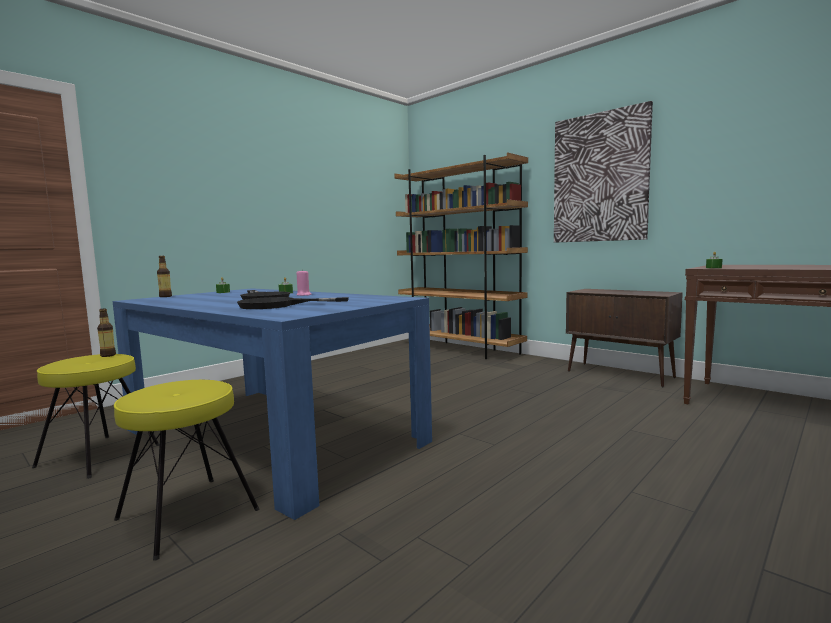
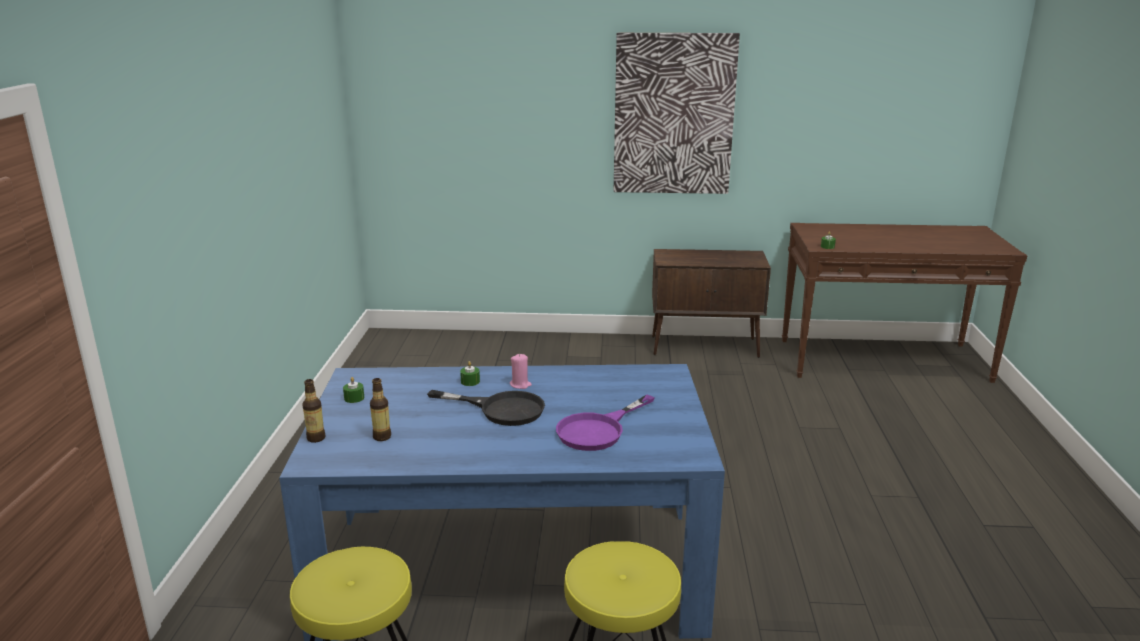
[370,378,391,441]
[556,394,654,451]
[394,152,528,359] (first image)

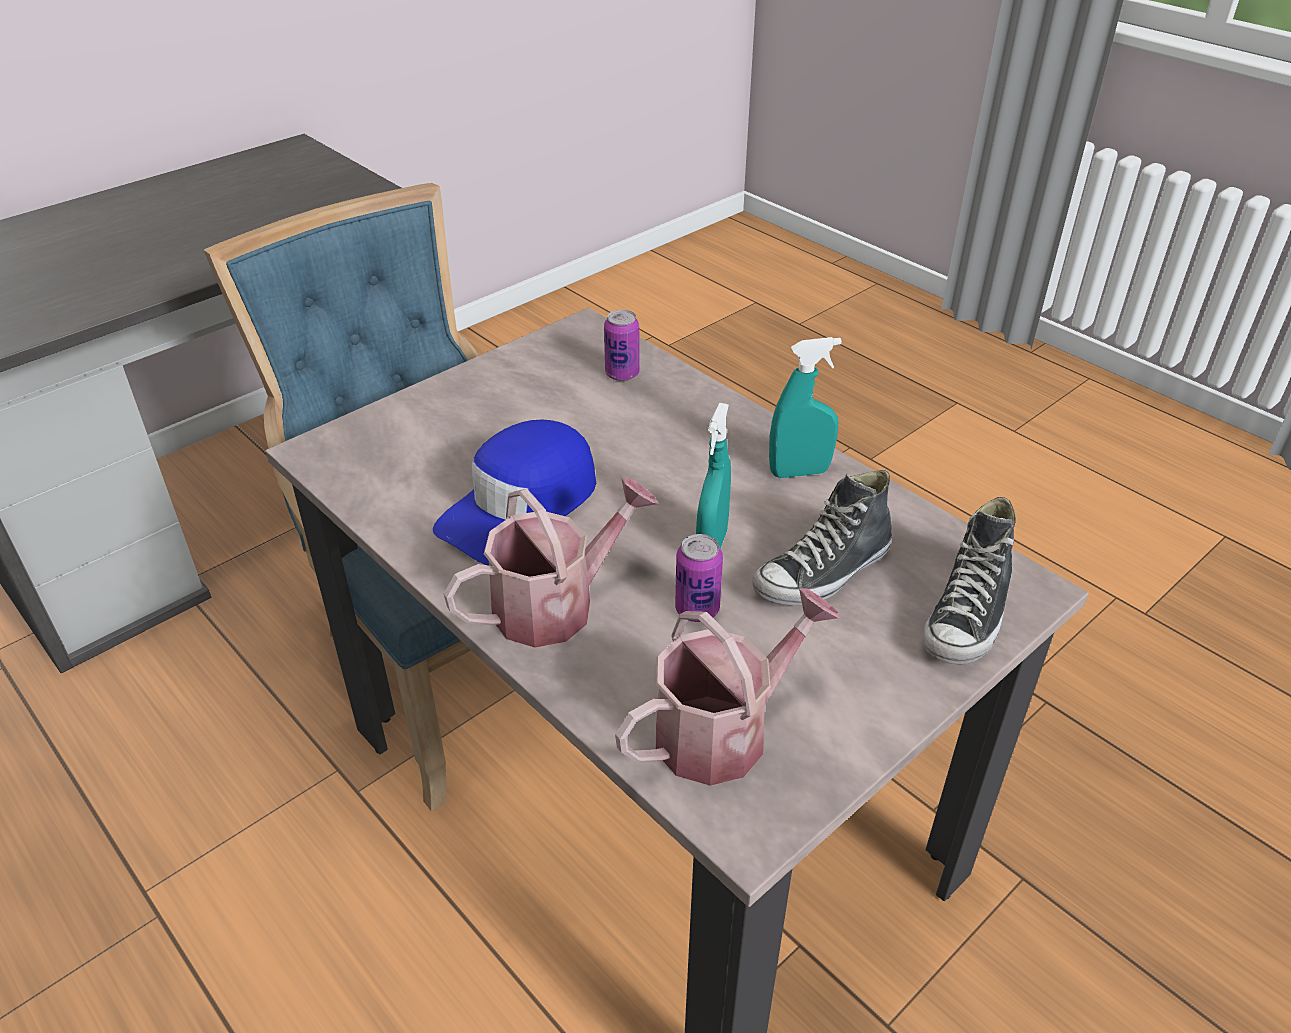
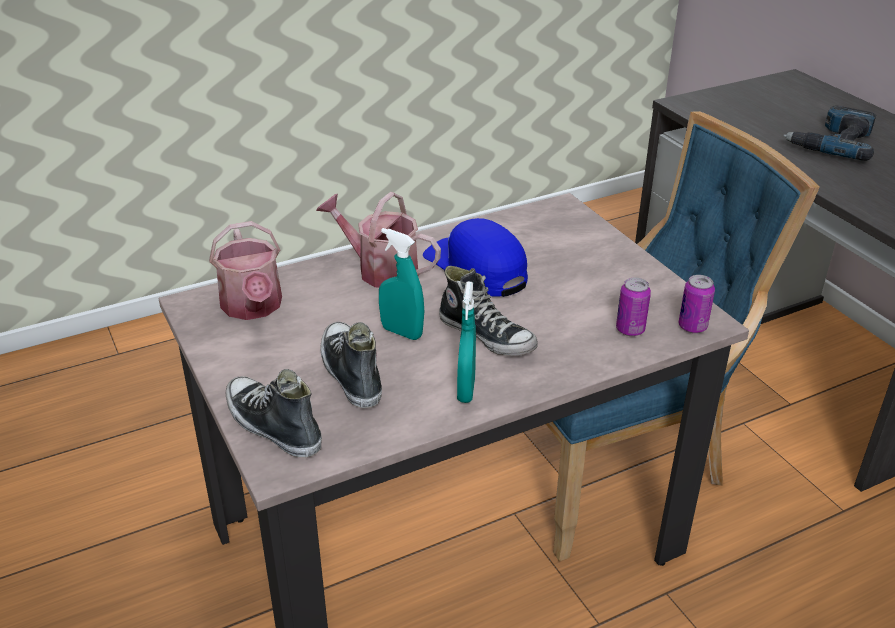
[316,192,441,288]
[678,275,715,333]
[439,266,538,356]
[783,105,876,161]

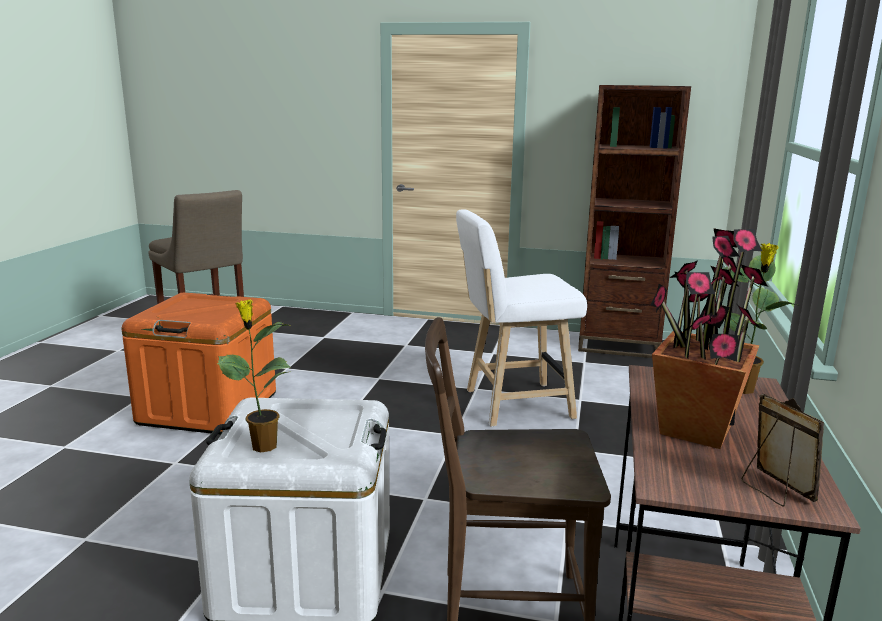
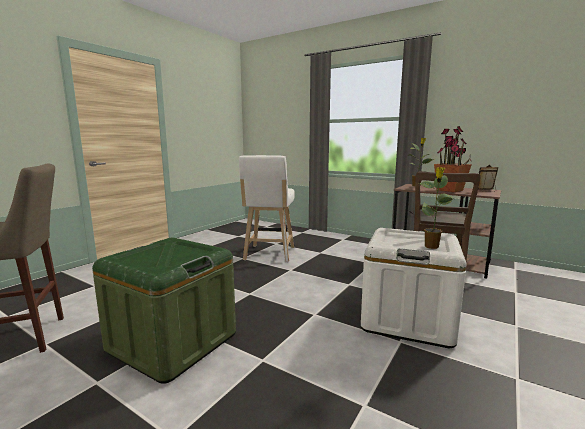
[92,237,236,384]
[578,85,691,358] (first image)

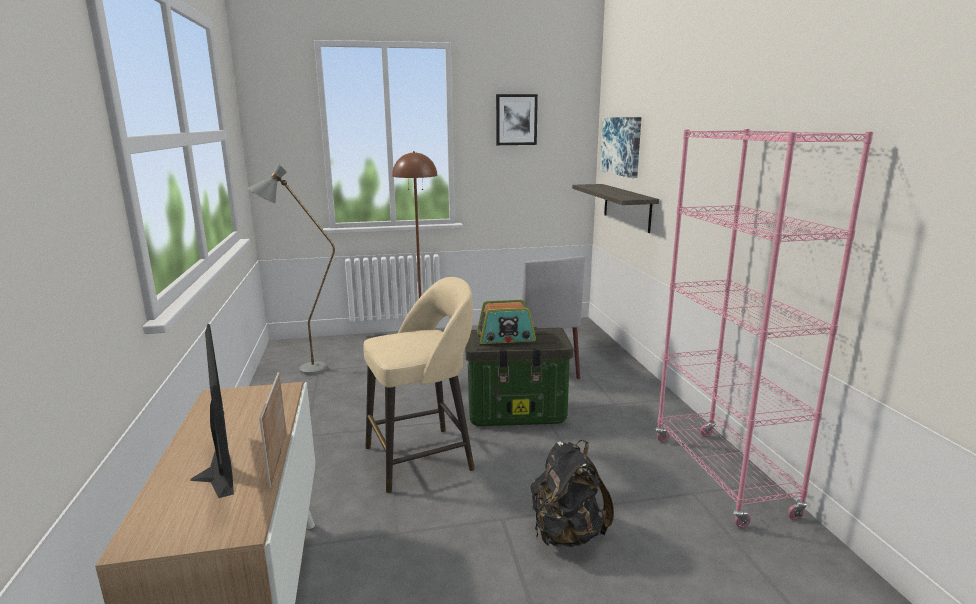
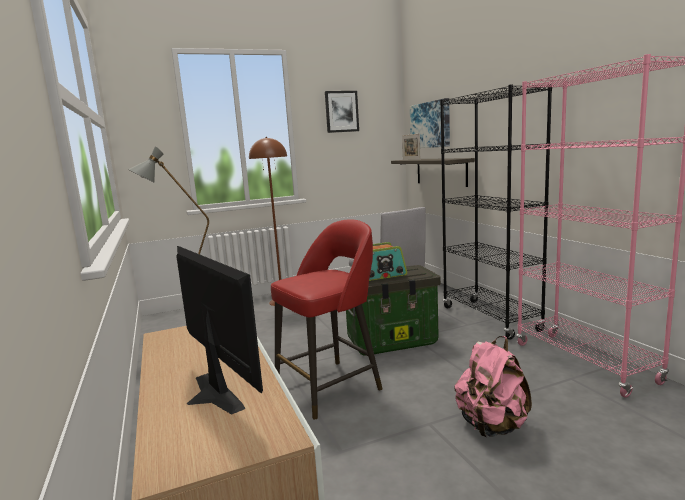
[402,134,420,160]
[271,219,383,420]
[454,336,532,437]
[440,84,552,340]

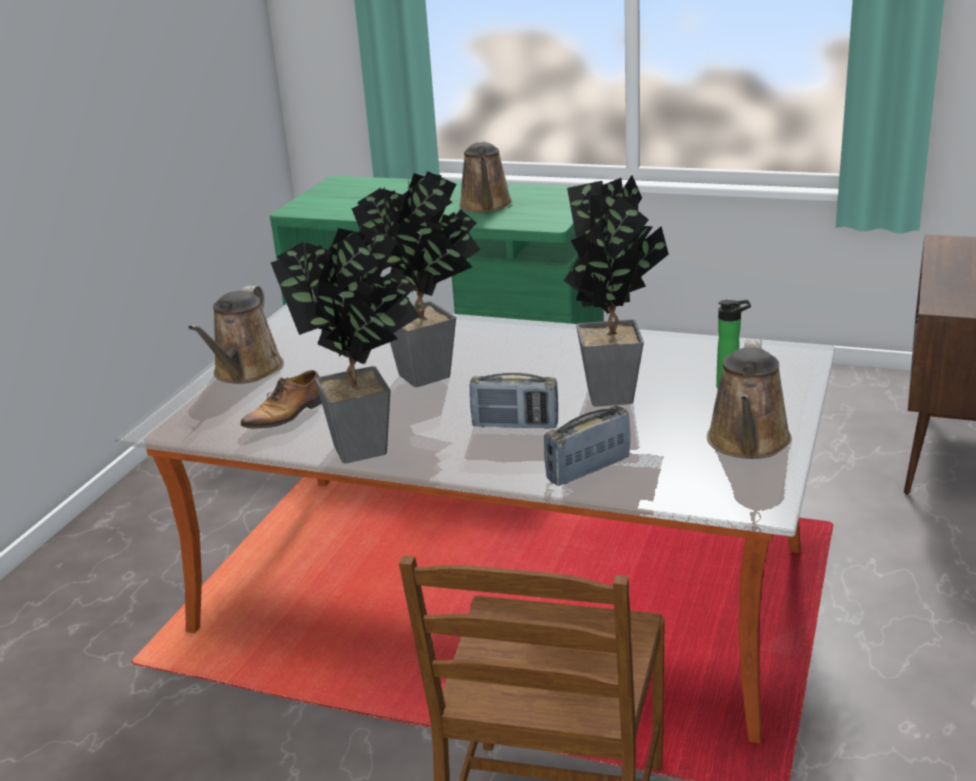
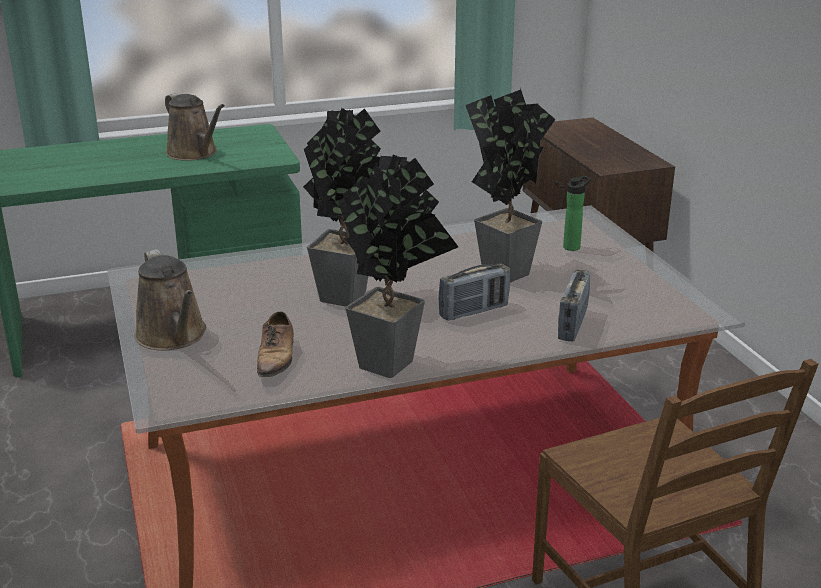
[707,340,792,459] (first image)

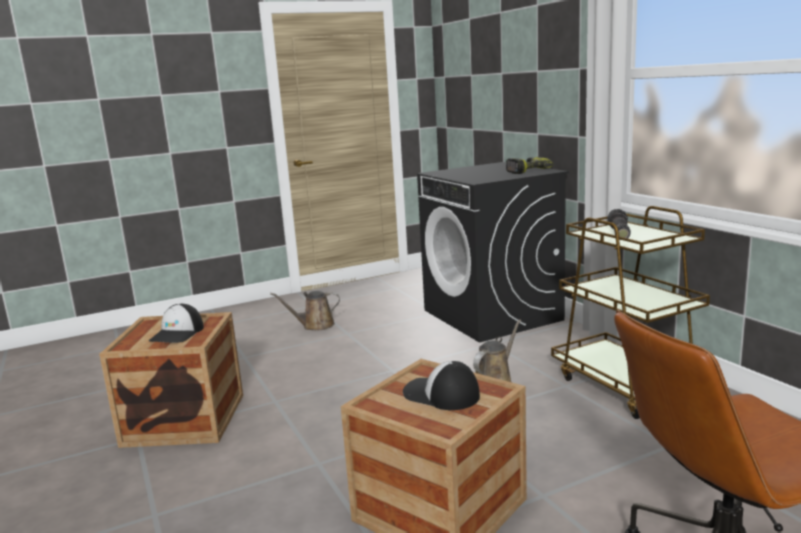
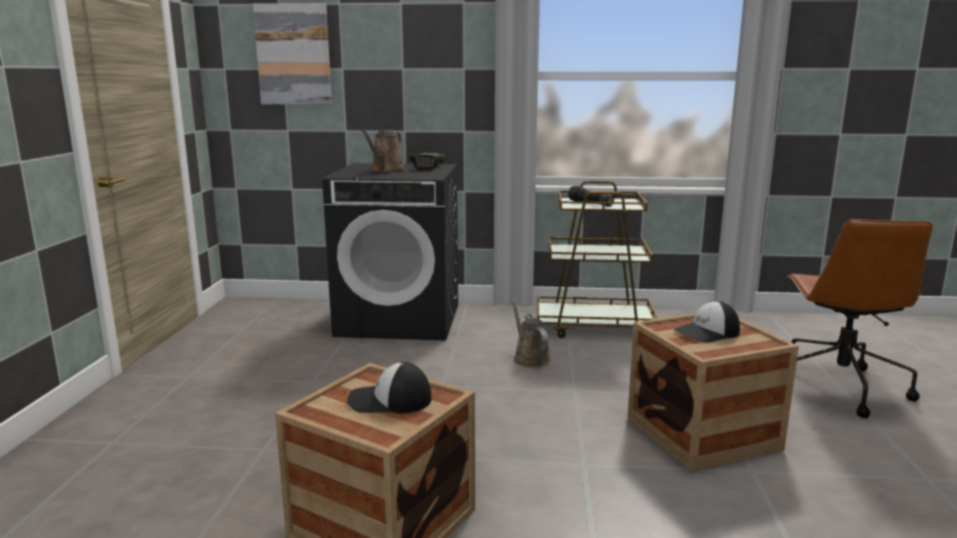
[347,362,431,414]
[361,129,406,172]
[253,3,332,105]

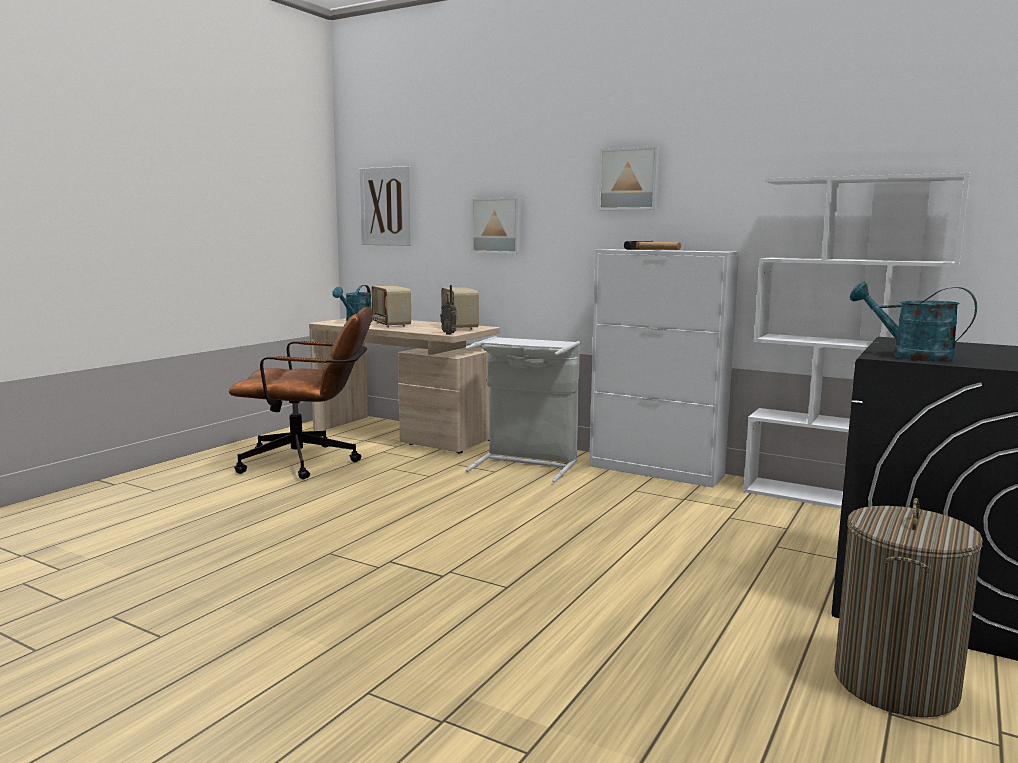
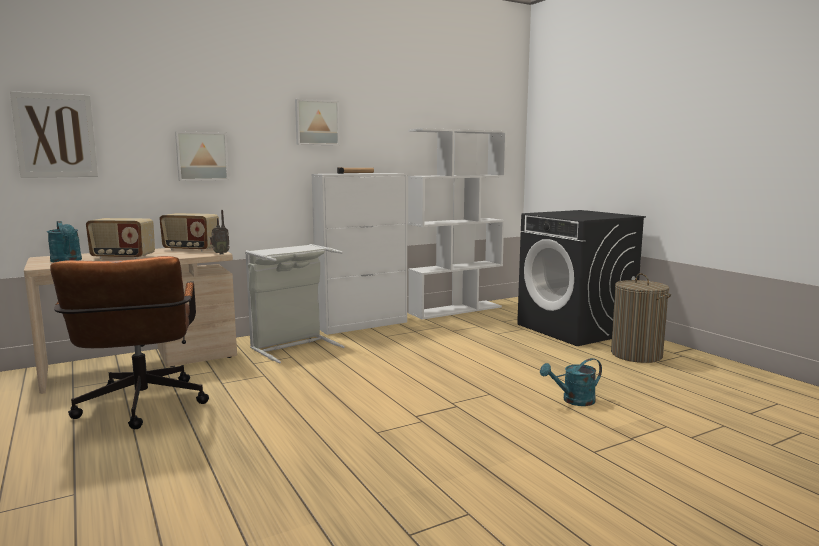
[50,256,209,429]
[540,358,602,406]

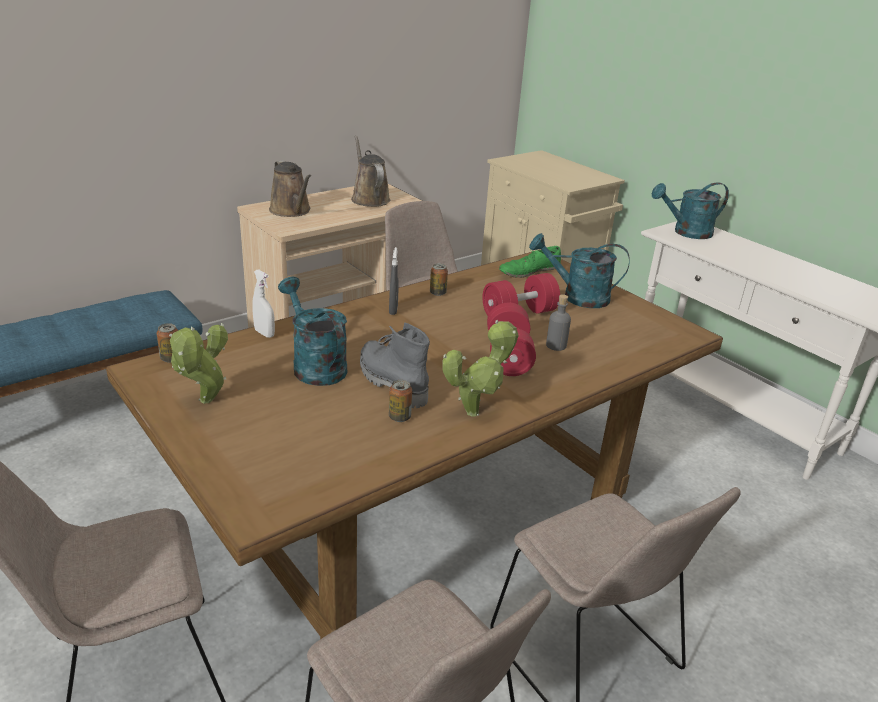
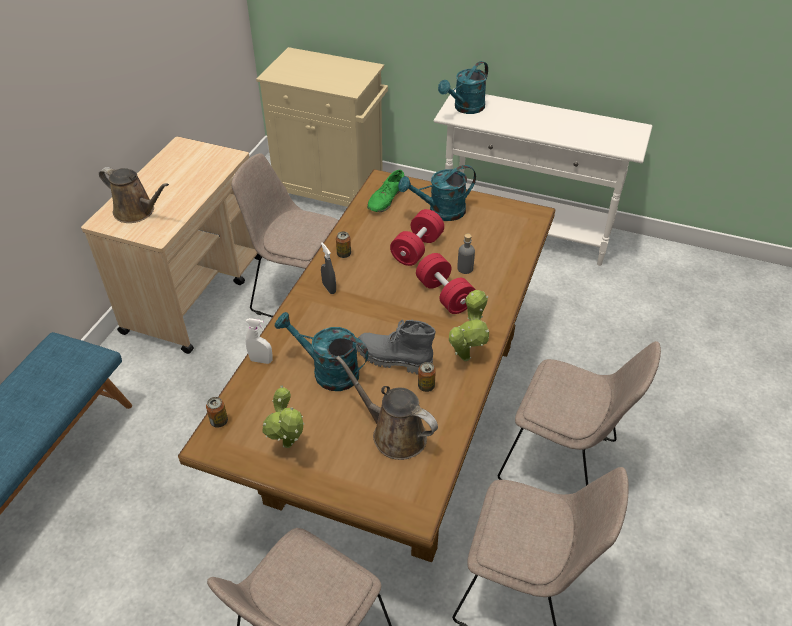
[336,356,438,460]

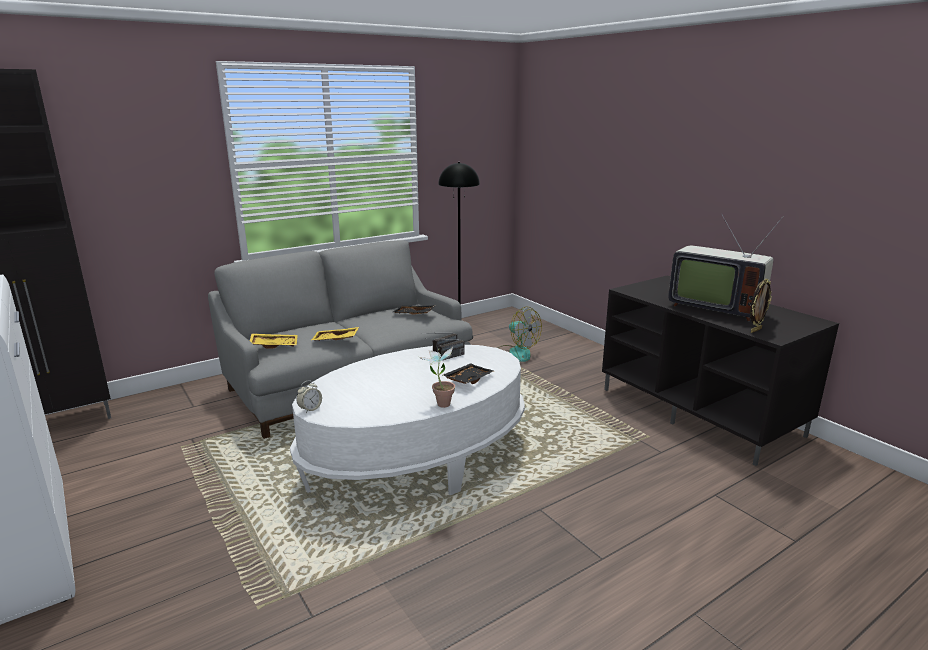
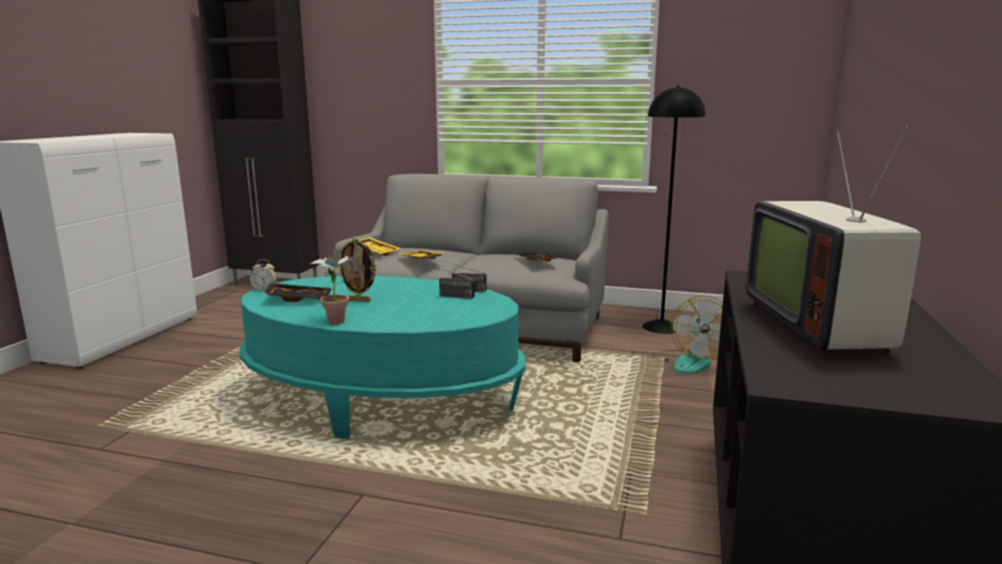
[240,276,526,439]
[263,283,332,302]
[337,238,377,302]

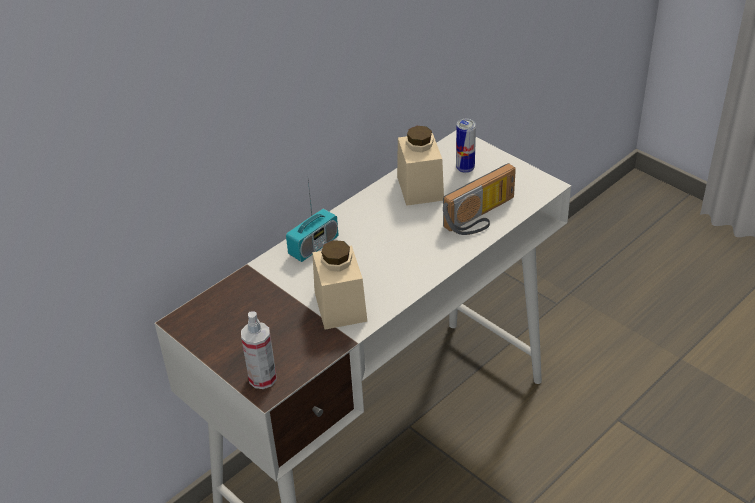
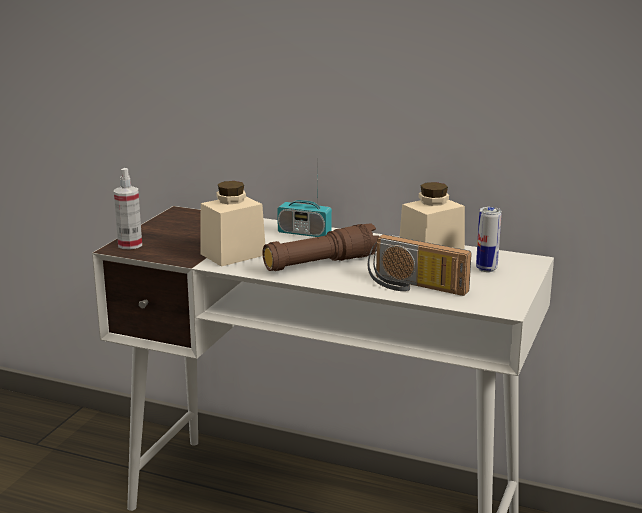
[263,223,379,271]

